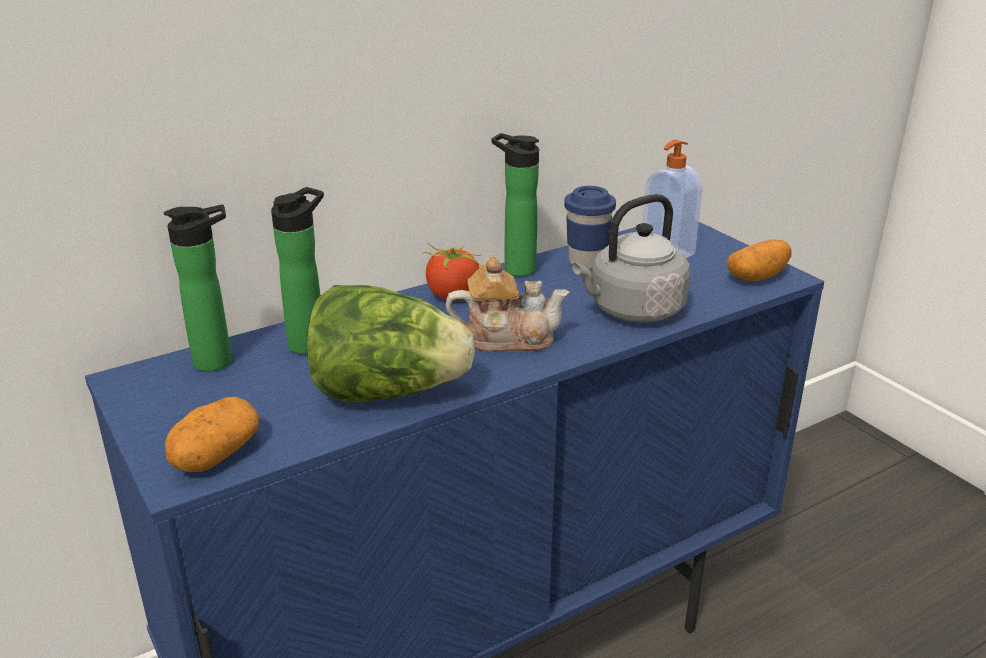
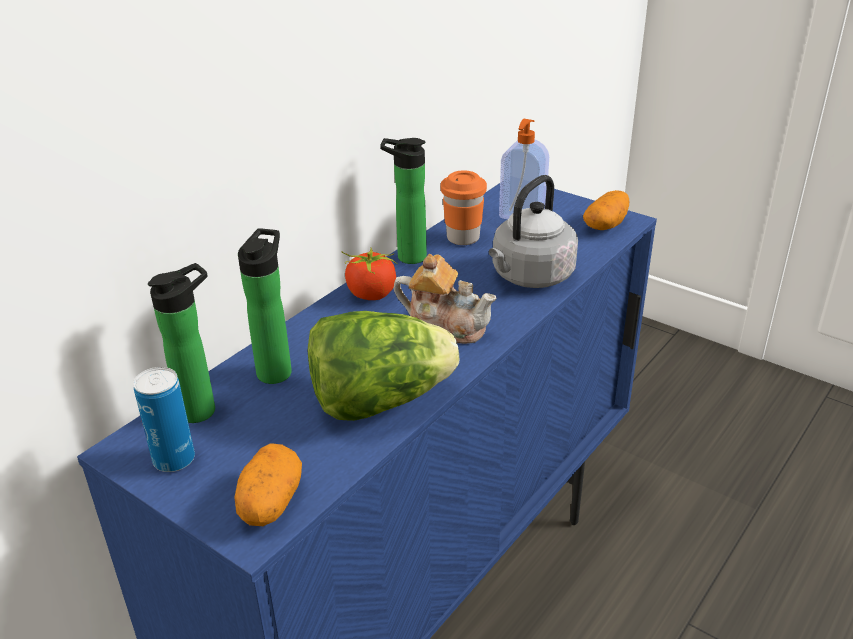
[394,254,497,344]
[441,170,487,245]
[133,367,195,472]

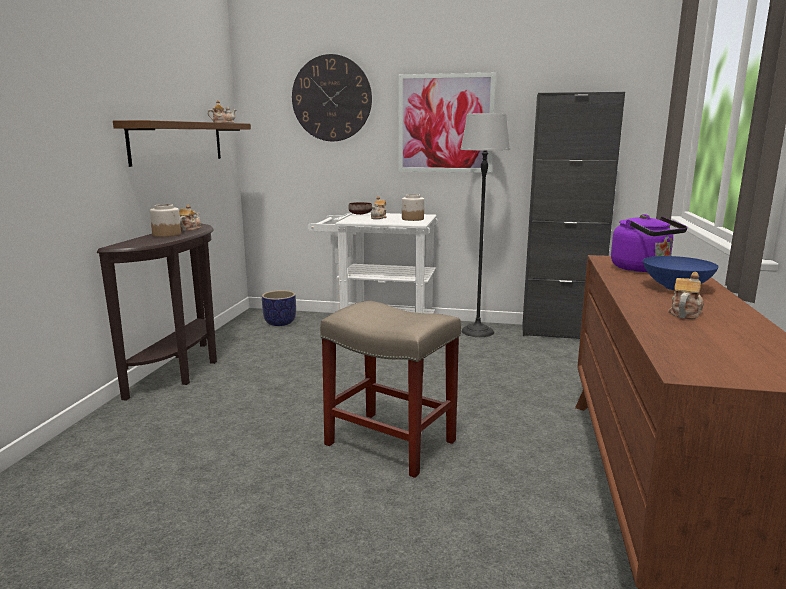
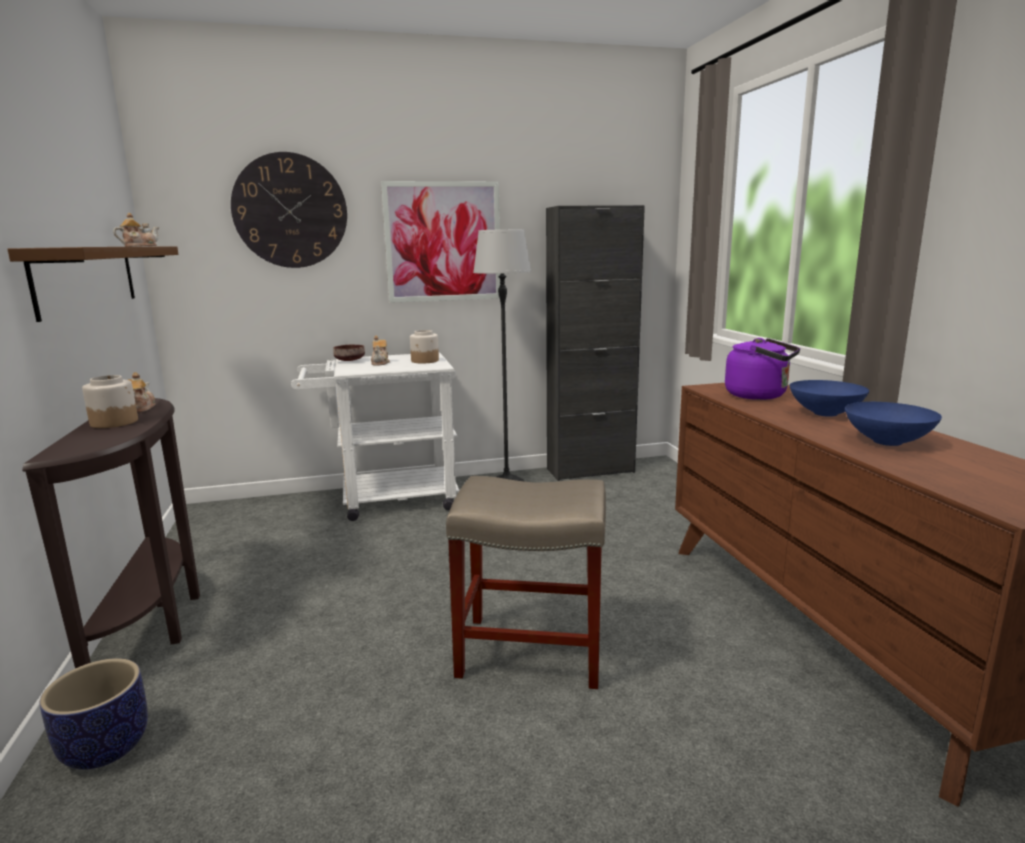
[40,658,148,770]
[845,402,942,446]

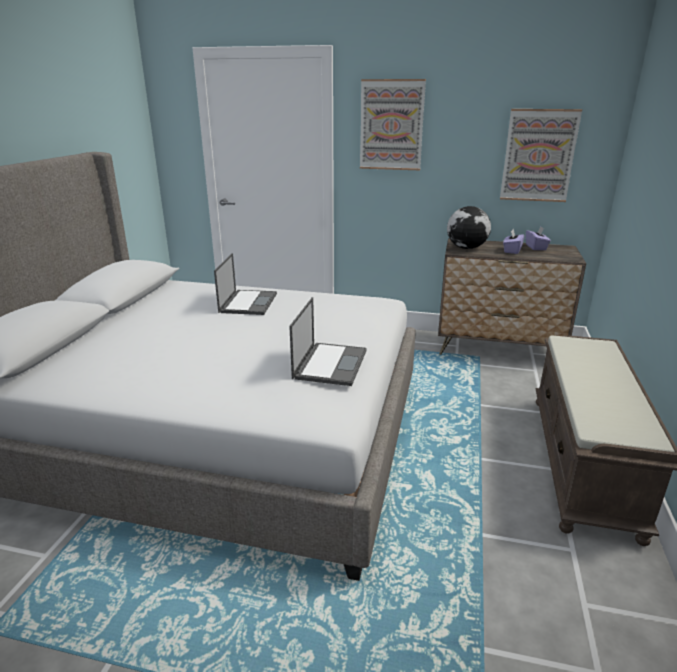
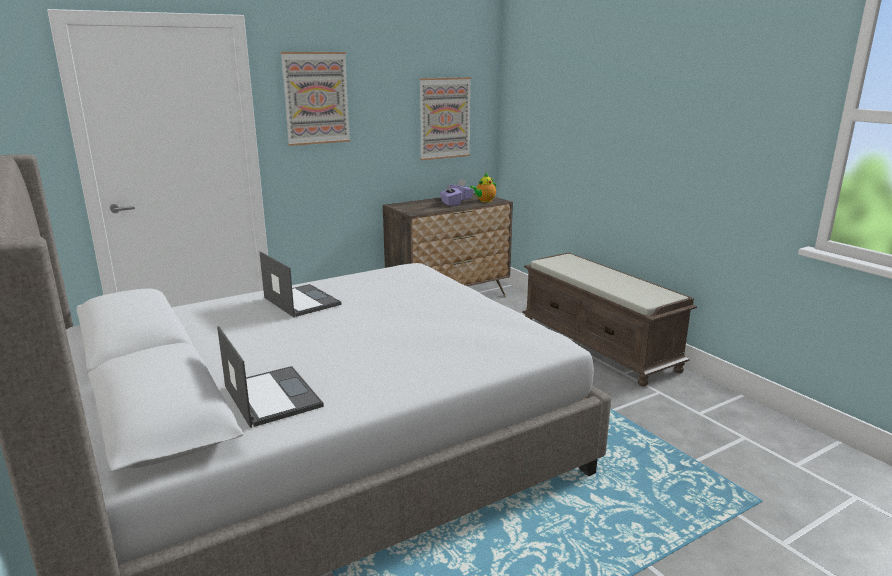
[217,326,324,428]
[447,206,491,249] (first image)
[470,173,496,202]

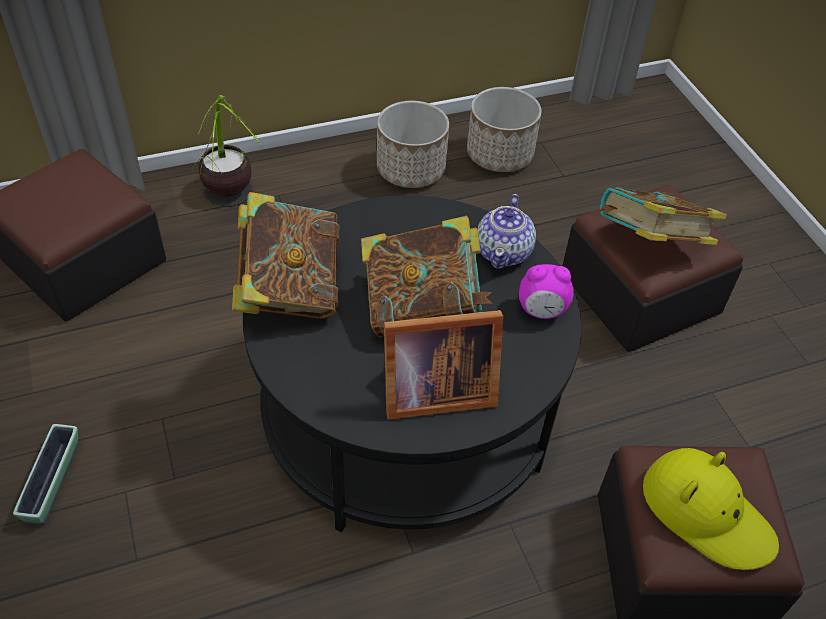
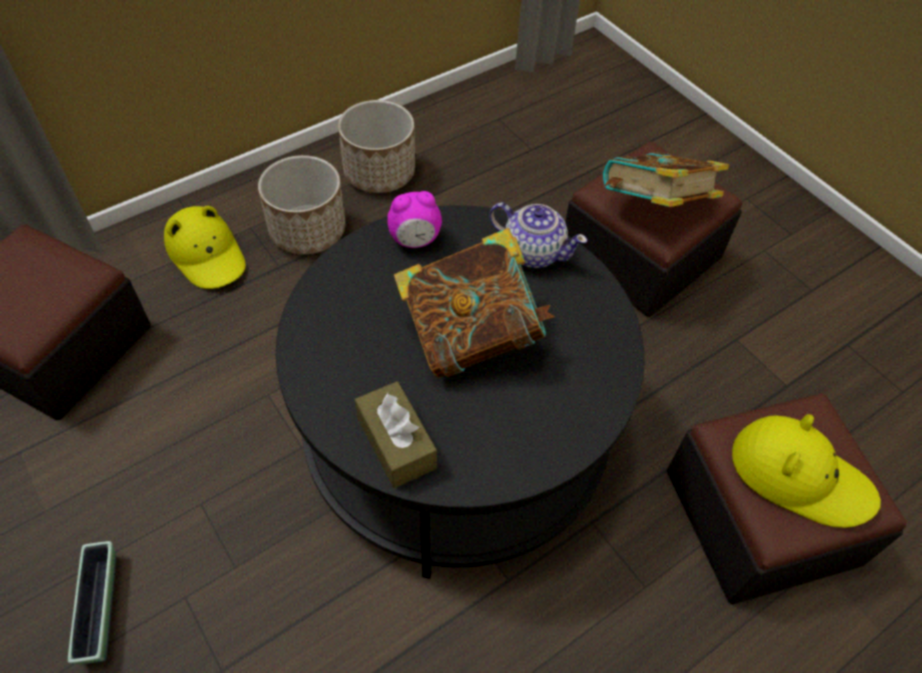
[164,206,246,289]
[232,192,340,319] (first image)
[382,310,503,420] (first image)
[258,155,346,255]
[489,202,587,268]
[387,191,442,248]
[355,381,437,488]

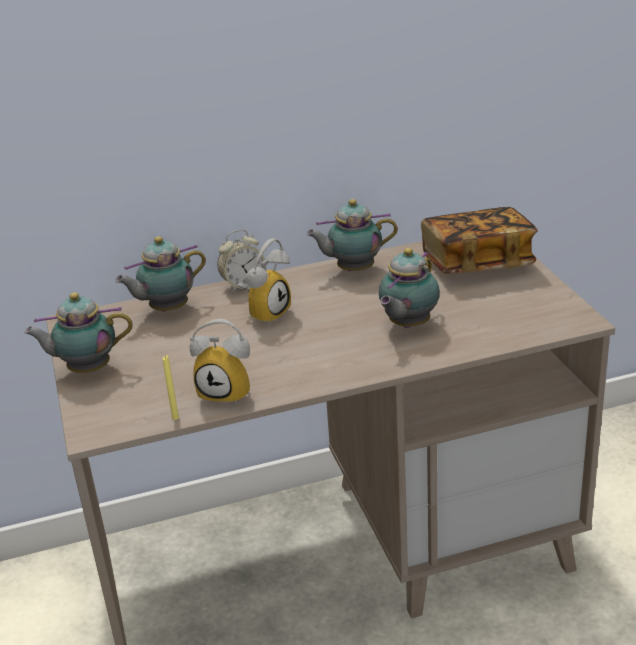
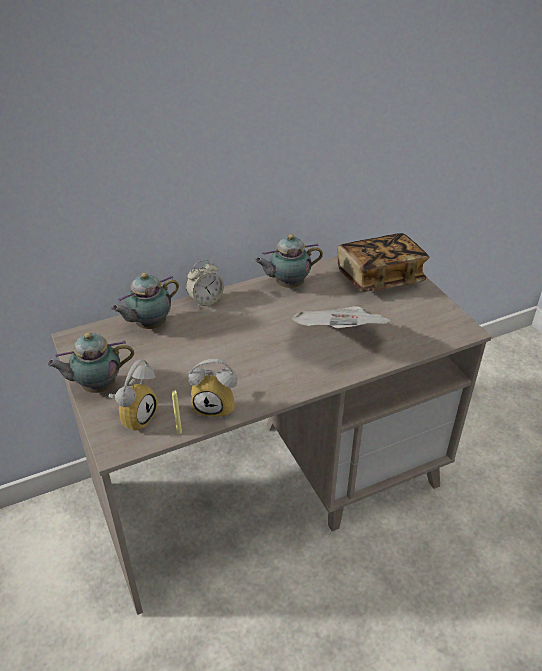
[108,359,158,432]
[291,306,392,328]

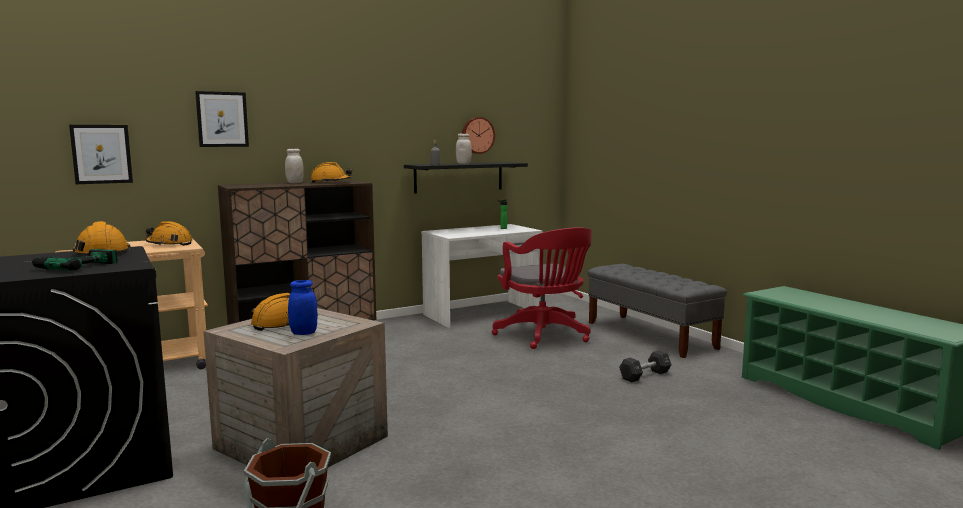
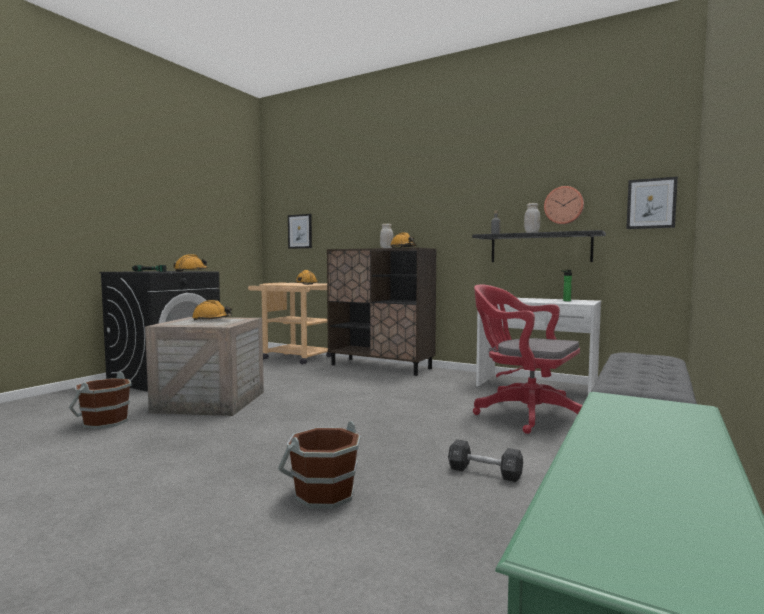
[626,177,678,229]
[288,280,318,335] (first image)
[473,284,583,434]
[278,421,361,509]

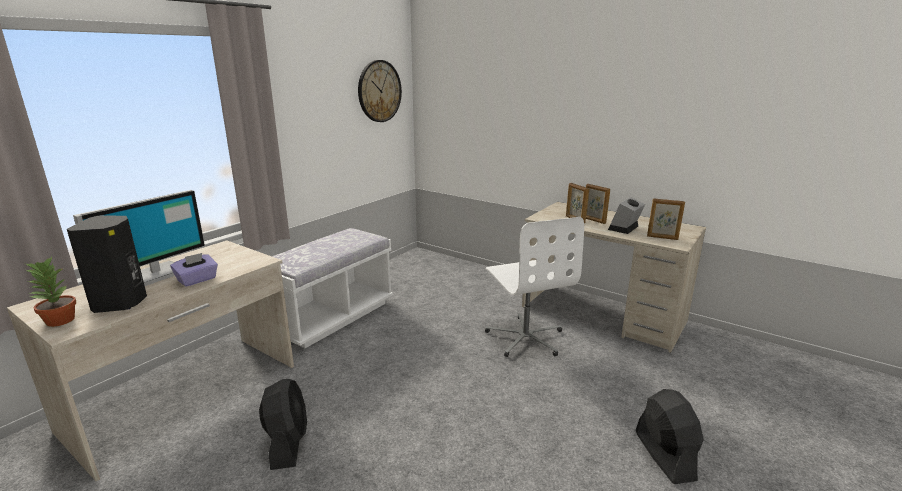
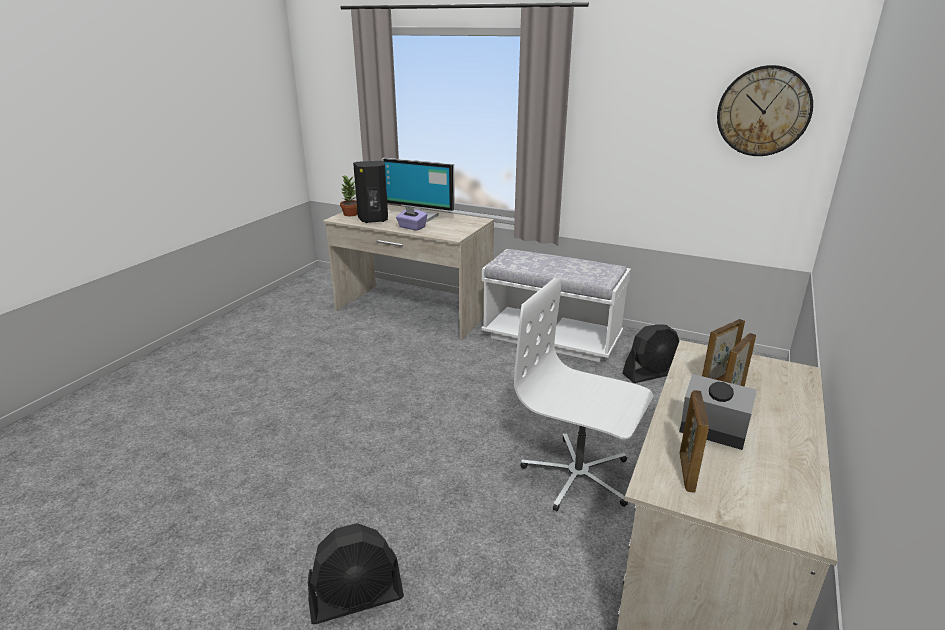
[622,325,679,383]
[514,278,653,511]

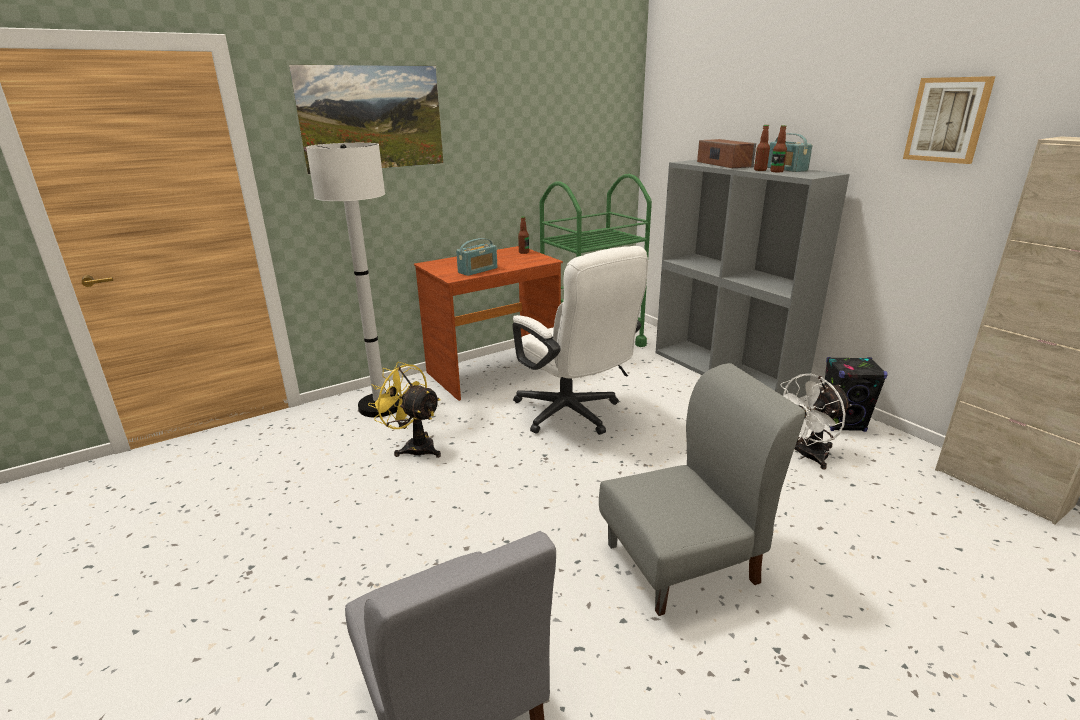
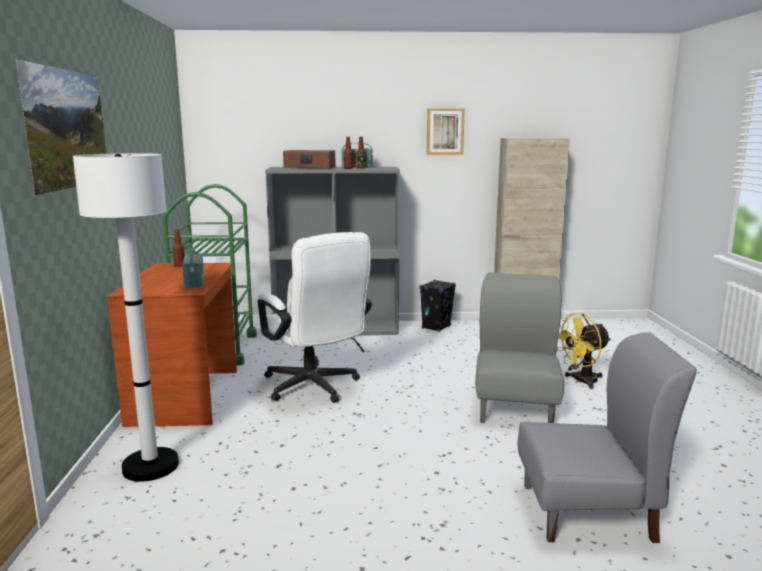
[556,313,611,389]
[258,232,372,403]
[780,374,851,470] (first image)

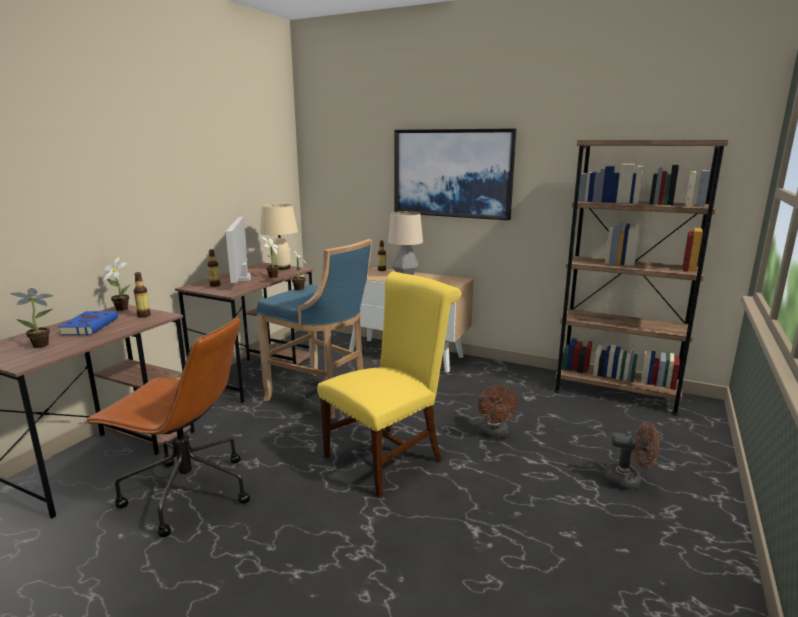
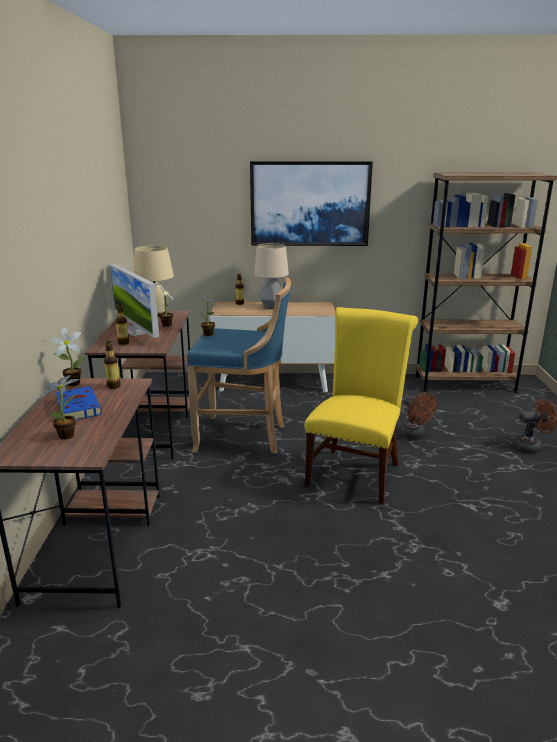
[84,316,250,537] (first image)

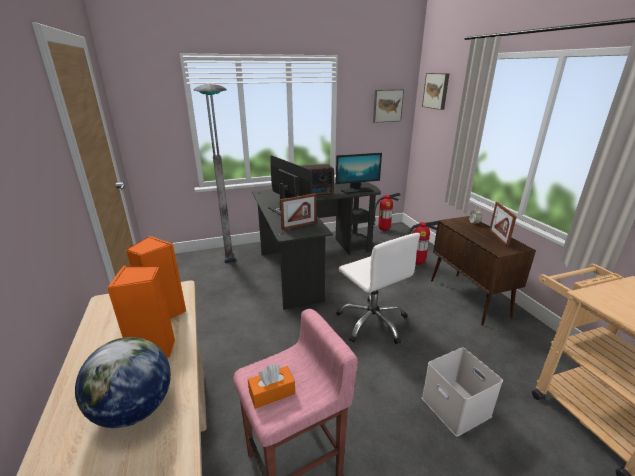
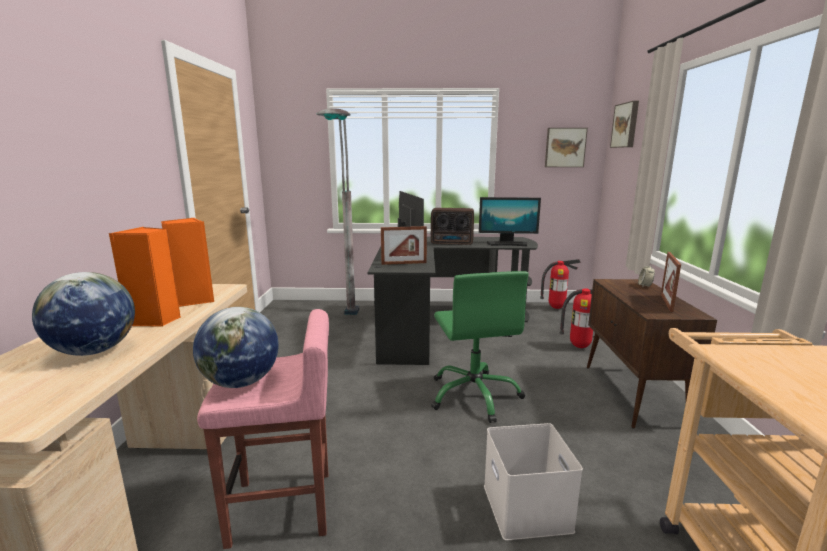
[193,307,278,388]
[431,271,529,423]

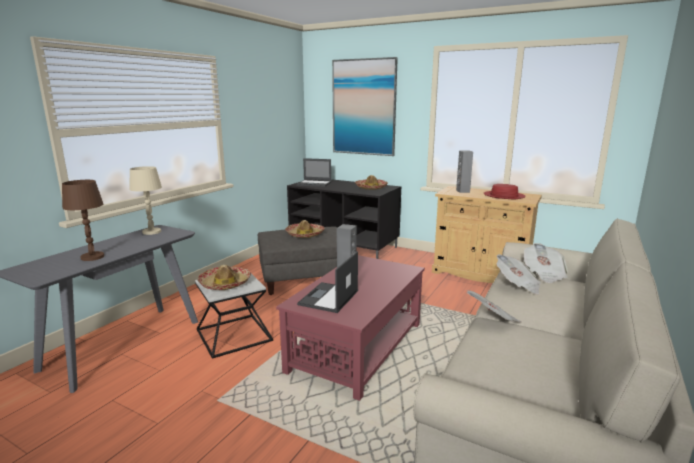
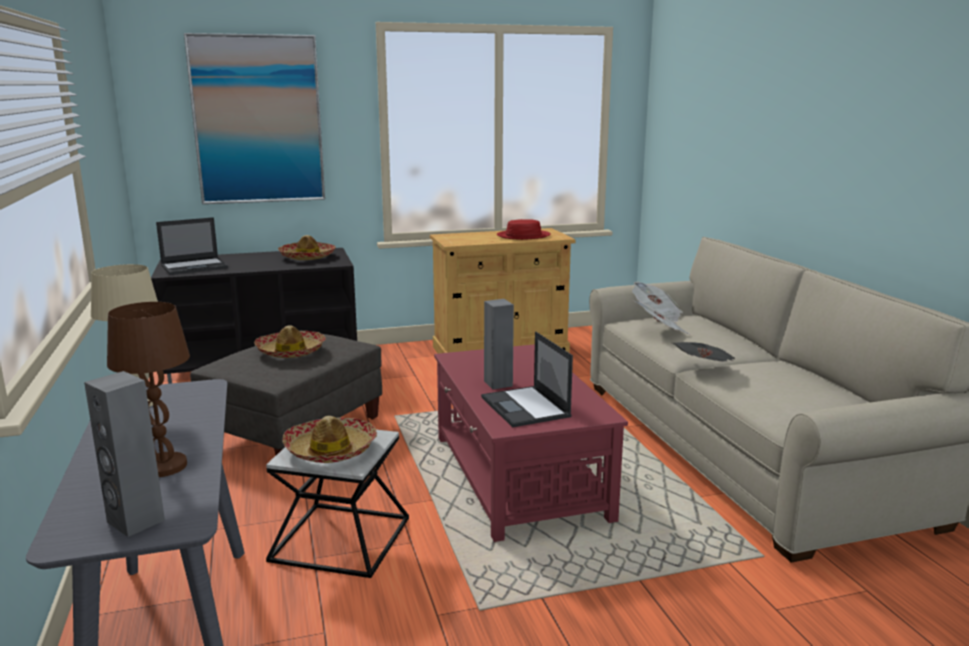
[84,371,165,537]

